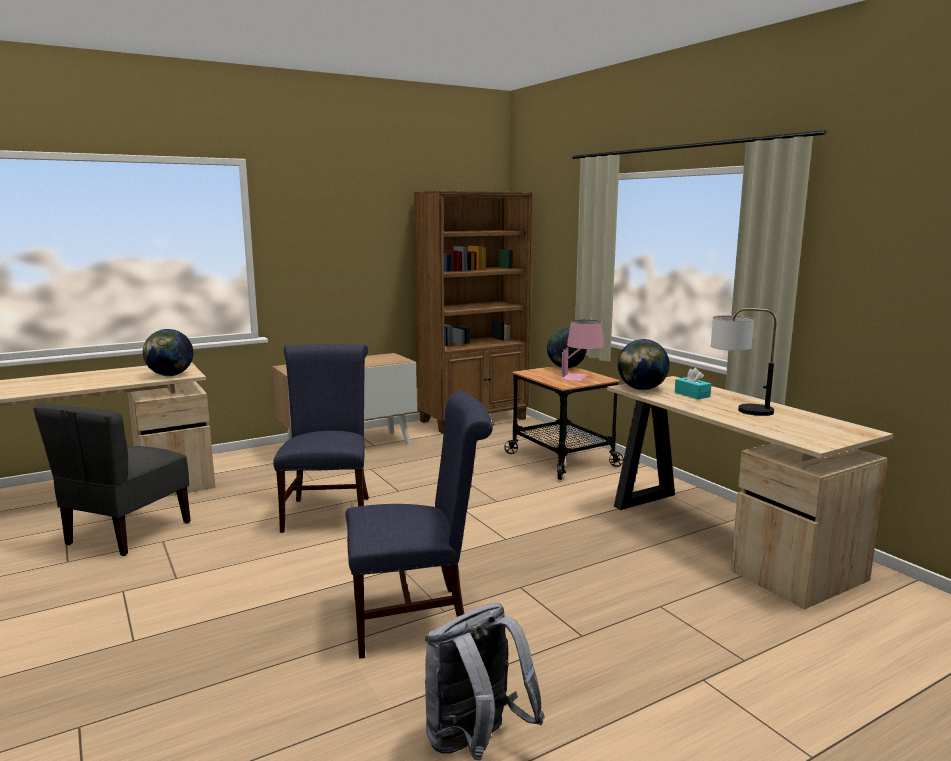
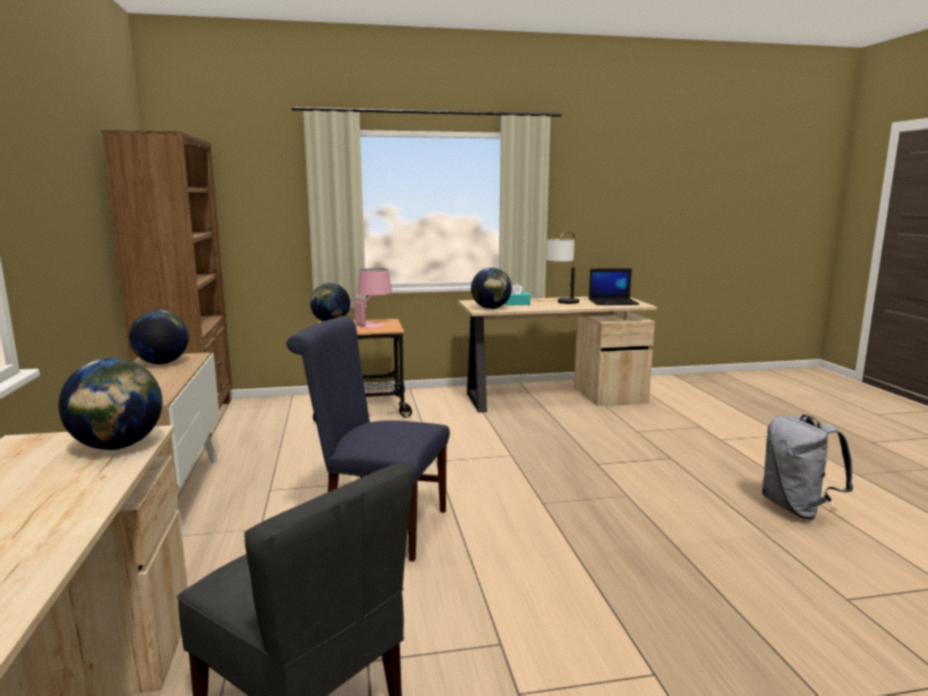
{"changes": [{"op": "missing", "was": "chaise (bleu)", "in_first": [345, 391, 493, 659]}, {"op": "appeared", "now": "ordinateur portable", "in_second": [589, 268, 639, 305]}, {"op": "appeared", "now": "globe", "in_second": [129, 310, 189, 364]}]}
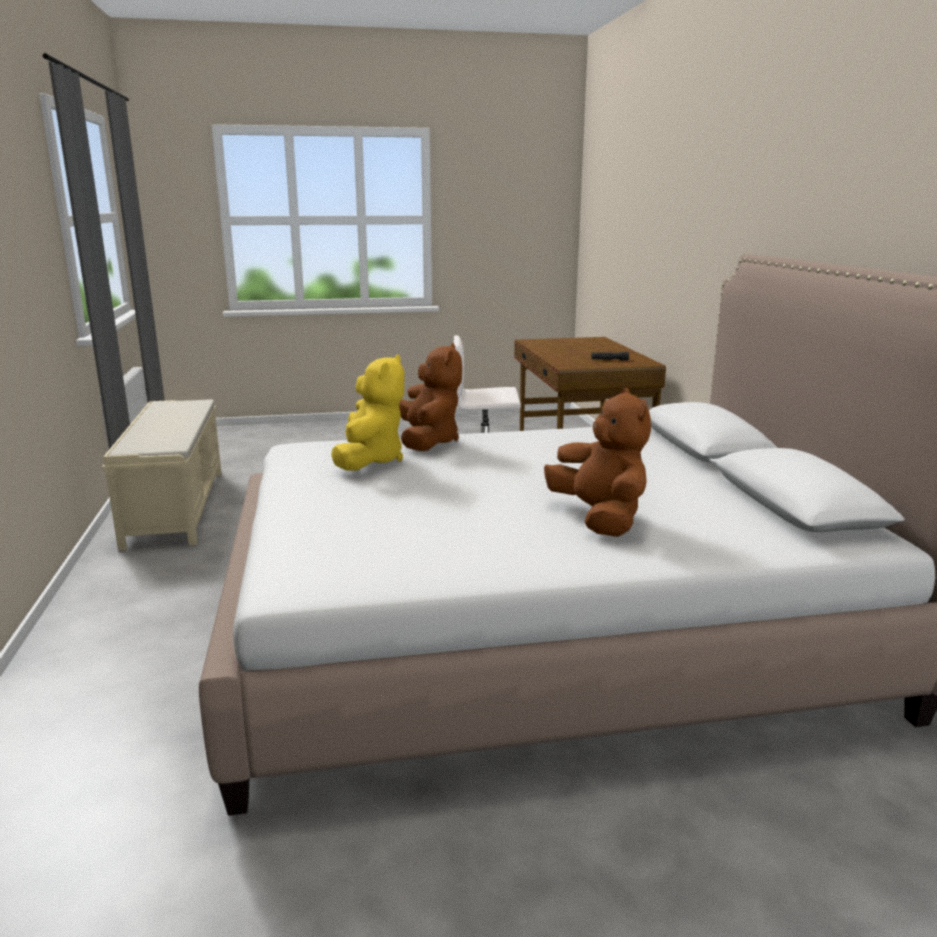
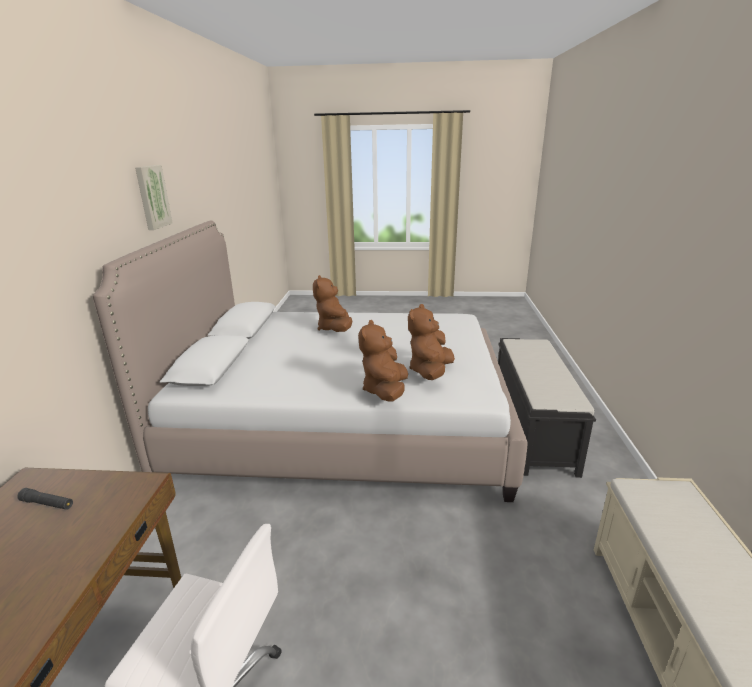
{"changes": [{"op": "colour", "was": "peluche (jaune)", "now": "peluche (marron)", "in_first": [331, 354, 404, 471], "in_second": [408, 304, 455, 380]}, {"op": "appeared", "now": "tableau", "in_second": [135, 165, 173, 230]}, {"op": "appeared", "now": "banc (noir)", "in_second": [498, 338, 596, 478]}]}
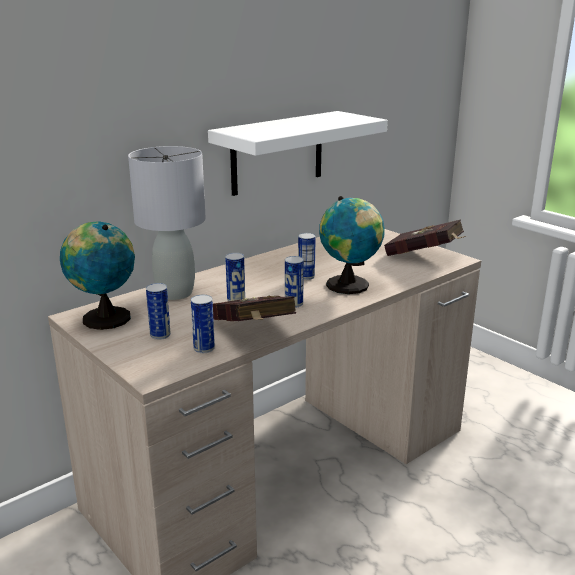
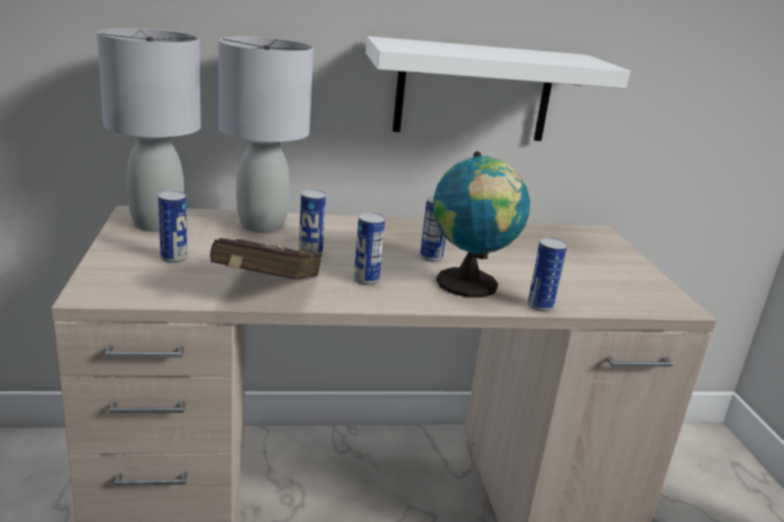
{"changes": [{"op": "missing", "was": "livre (rouge)", "in_first": [384, 219, 466, 256]}, {"op": "exchanged", "was": "globe", "now": "lampe de table (gris)", "in_first": [60, 221, 135, 330], "in_second": [97, 28, 201, 232]}, {"op": "relocated", "was": "boîte métallique", "in_first": [191, 295, 215, 353], "in_second": [528, 238, 567, 312]}]}
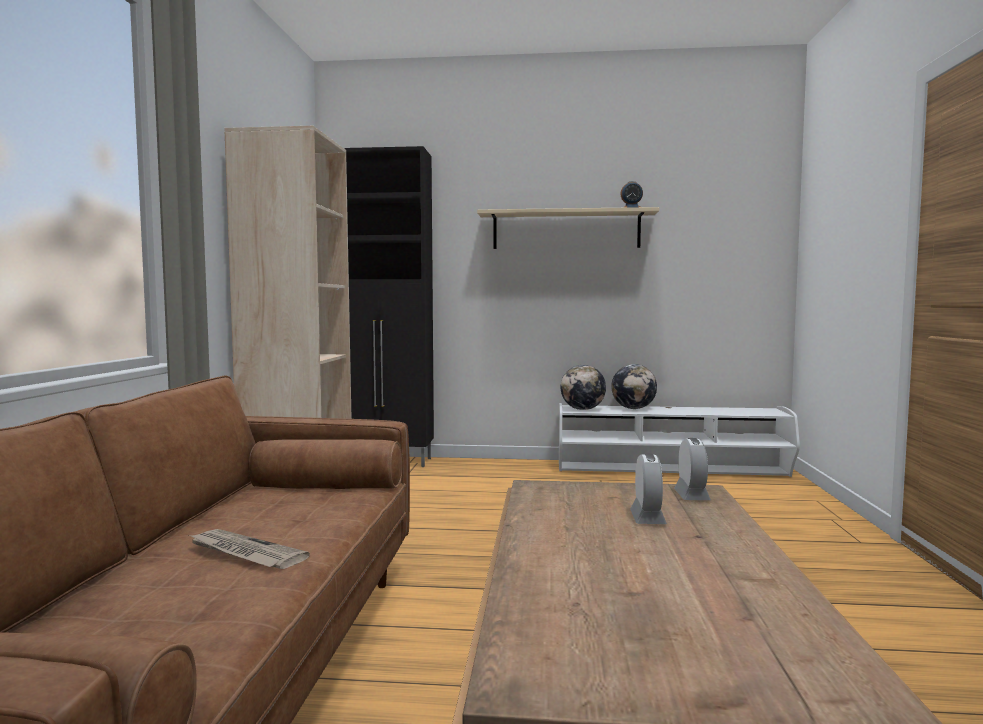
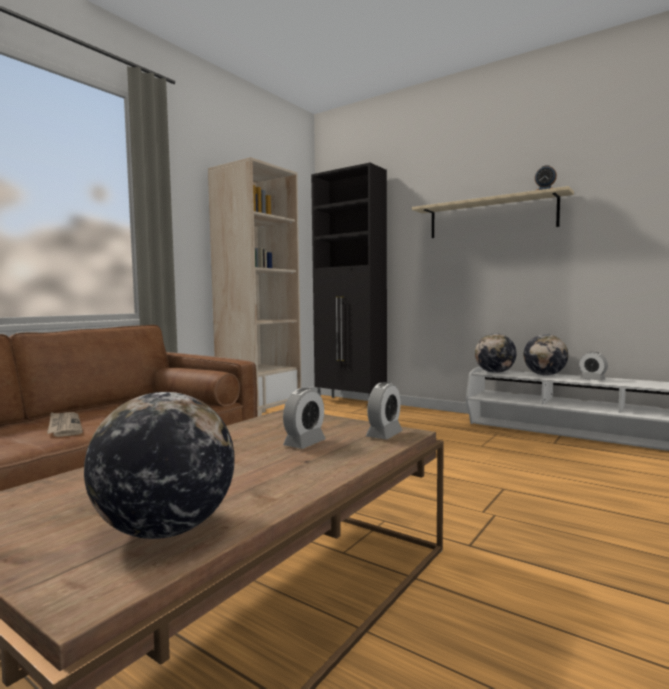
{"changes": [{"op": "appeared", "now": "réveil", "in_second": [579, 352, 608, 381]}, {"op": "appeared", "now": "globe", "in_second": [84, 392, 235, 539]}]}
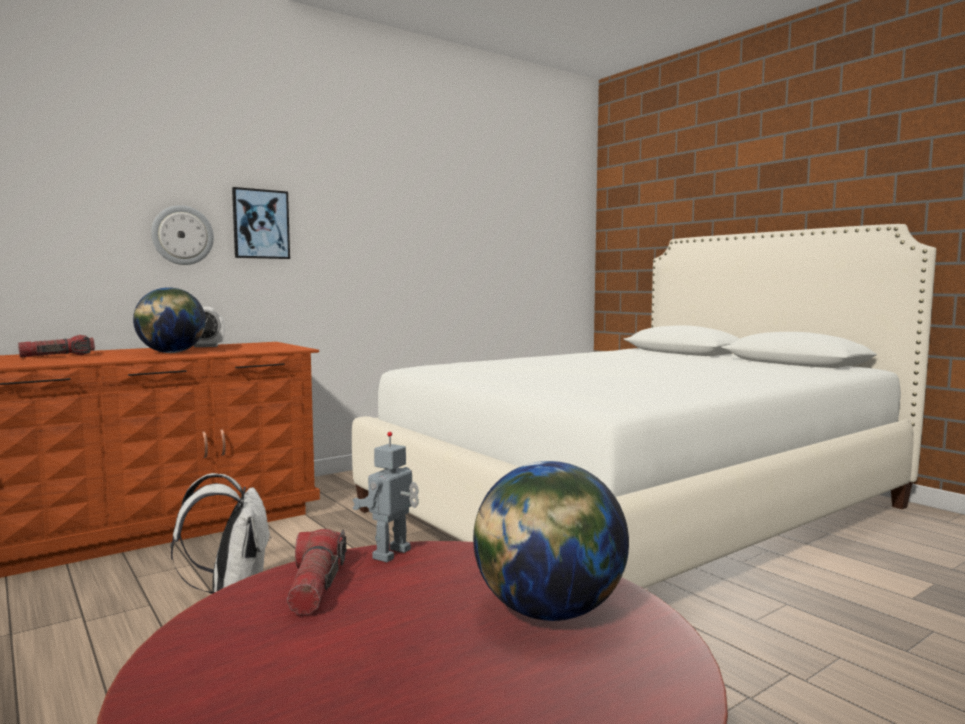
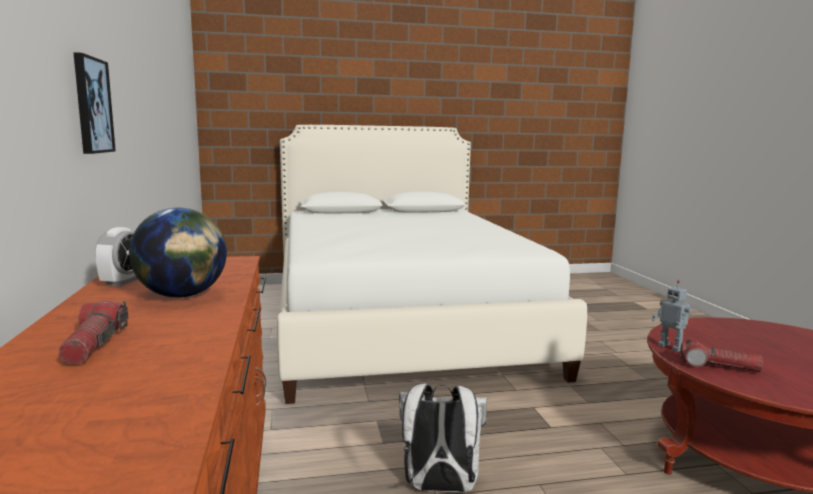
{"changes": [{"op": "missing", "was": "horloge murale", "in_first": [151, 205, 214, 265]}, {"op": "missing", "was": "globe", "in_first": [473, 461, 629, 621]}]}
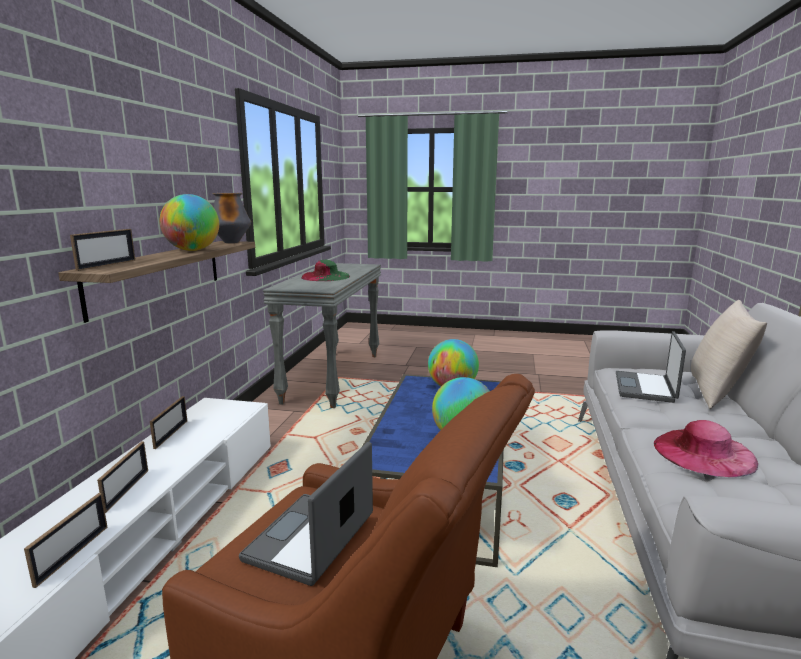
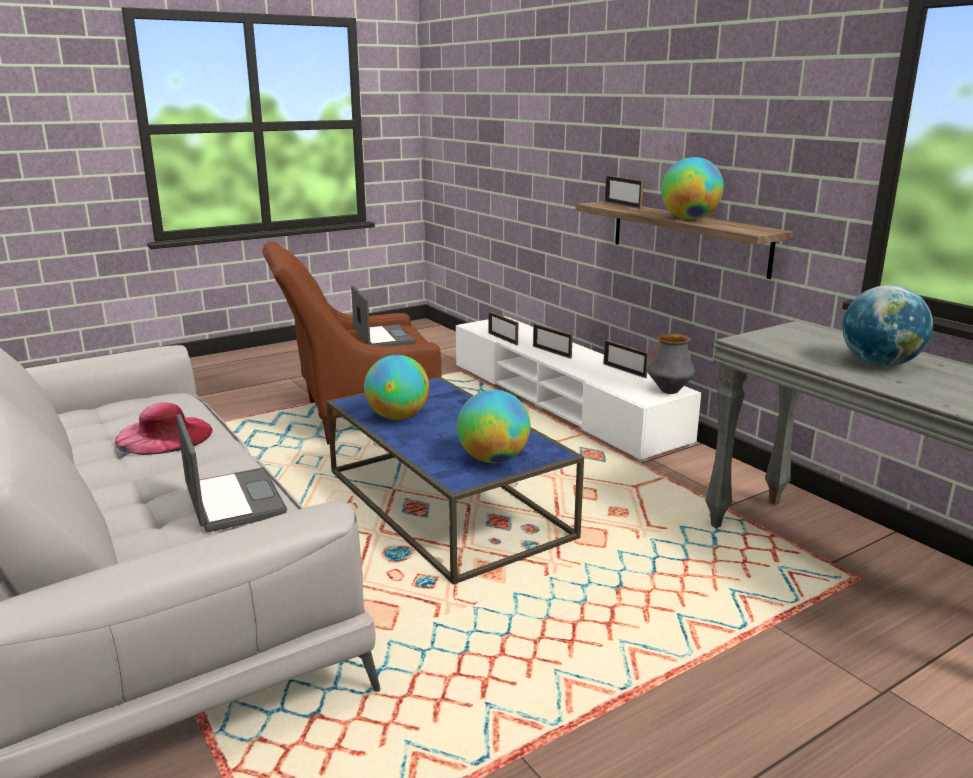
{"changes": [{"op": "relocated", "was": "vase", "in_first": [213, 193, 251, 243], "in_second": [647, 334, 695, 394]}, {"op": "exchanged", "was": "chapeau (vert)", "now": "globe", "in_first": [301, 260, 350, 281], "in_second": [842, 285, 933, 367]}, {"op": "missing", "was": "coussin (beige)", "in_first": [691, 300, 767, 409]}]}
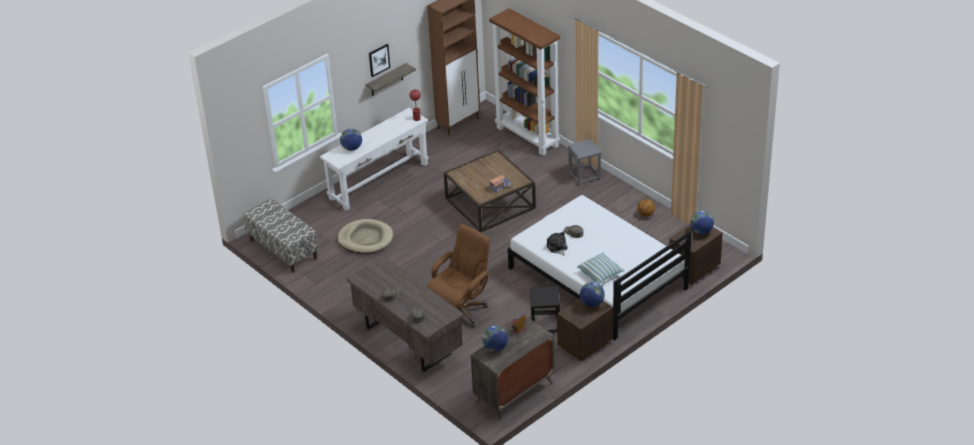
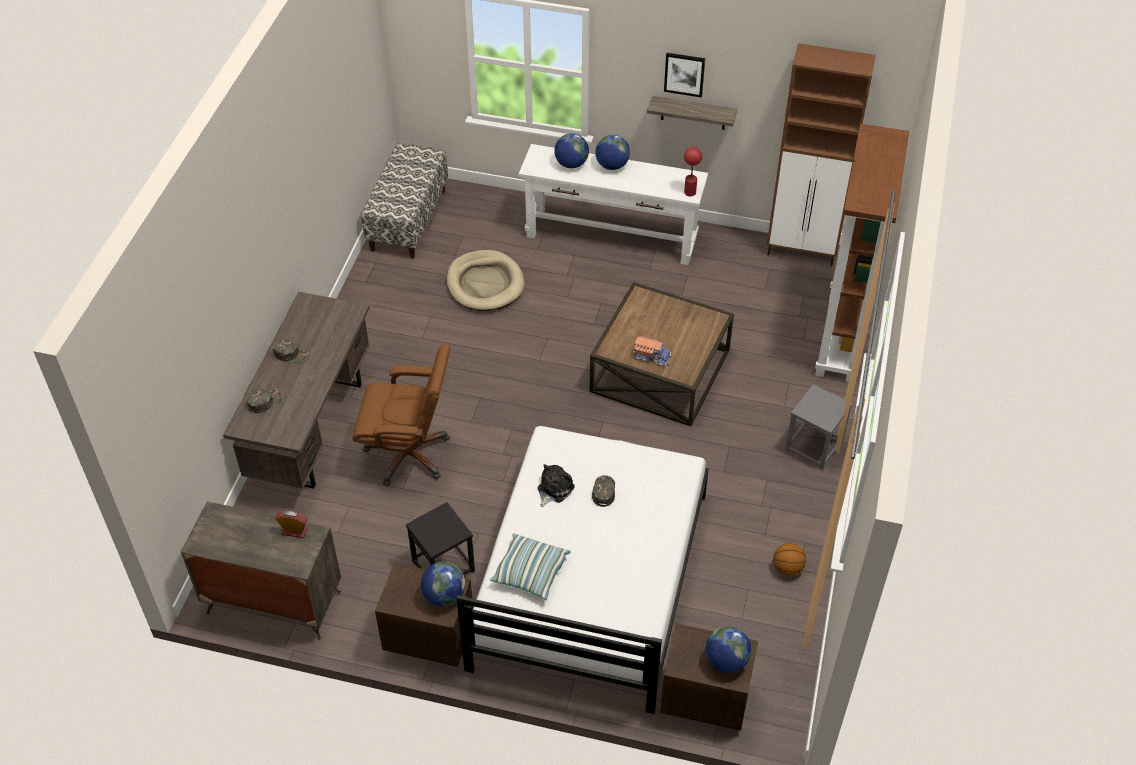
{"changes": [{"op": "relocated", "was": "globe", "in_first": [482, 326, 508, 351], "in_second": [595, 135, 630, 170]}]}
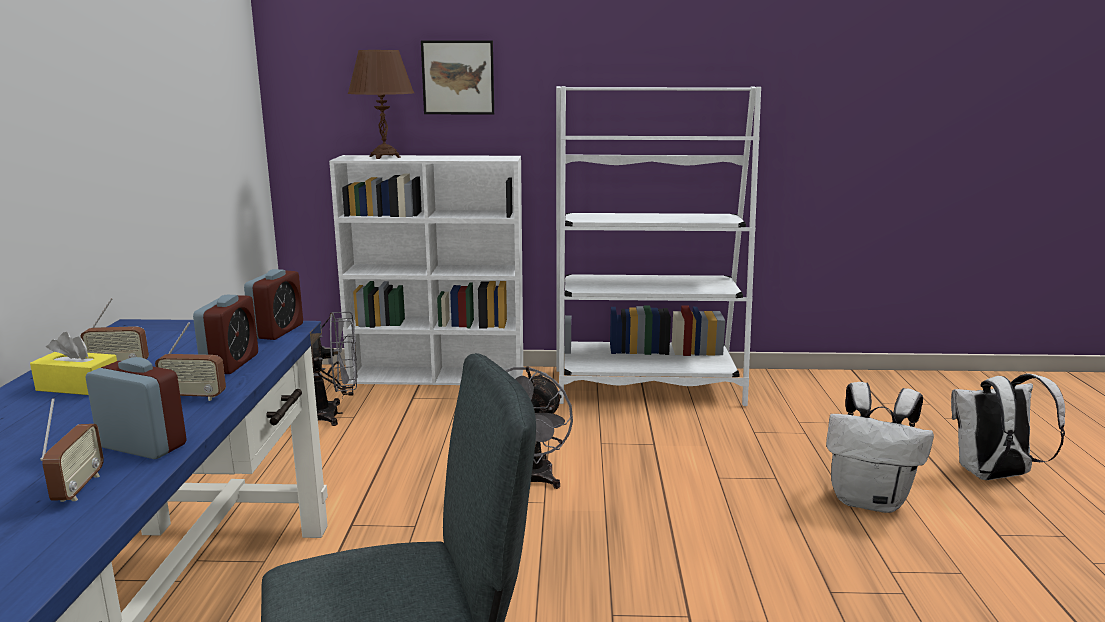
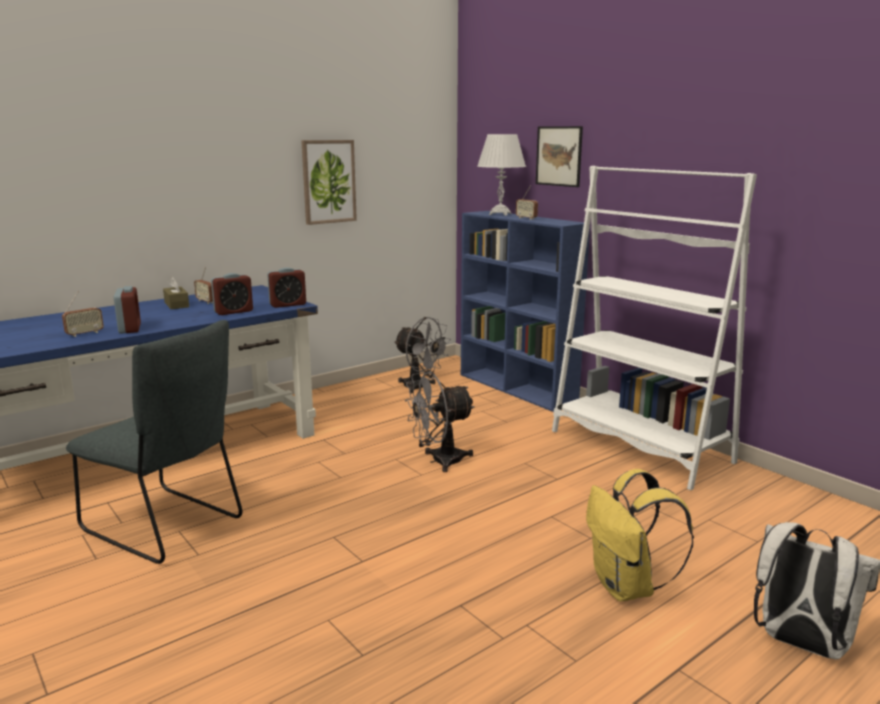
{"changes": [{"op": "colour", "was": "lampe de table (marron)", "now": "lampe de table (blanc)", "in_first": [347, 50, 414, 159], "in_second": [477, 134, 526, 216]}, {"op": "colour", "was": "bibliothèque (blanc)", "now": "bibliothèque (bleu)", "in_first": [329, 155, 523, 385], "in_second": [461, 211, 590, 412]}, {"op": "relocated", "was": "radio", "in_first": [155, 322, 226, 401], "in_second": [516, 186, 538, 220]}, {"op": "colour", "was": "boîte à mouchoirs (jaune)", "now": "boîte à mouchoirs (marron)", "in_first": [30, 332, 117, 395], "in_second": [163, 277, 189, 309]}, {"op": "colour", "was": "sac à dos (blanc)", "now": "sac à dos (jaune)", "in_first": [826, 382, 934, 513], "in_second": [586, 469, 694, 602]}, {"op": "appeared", "now": "tableau", "in_second": [301, 140, 357, 225]}]}
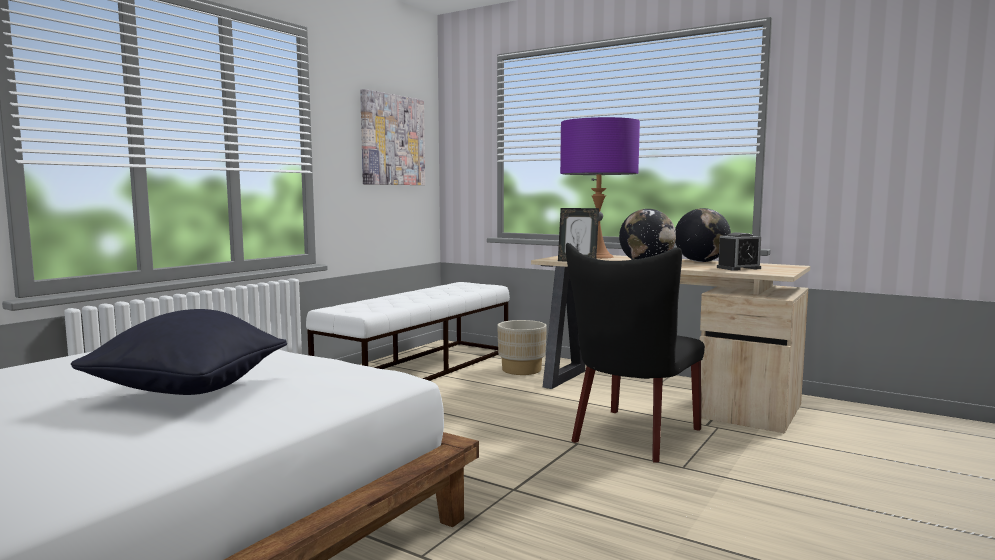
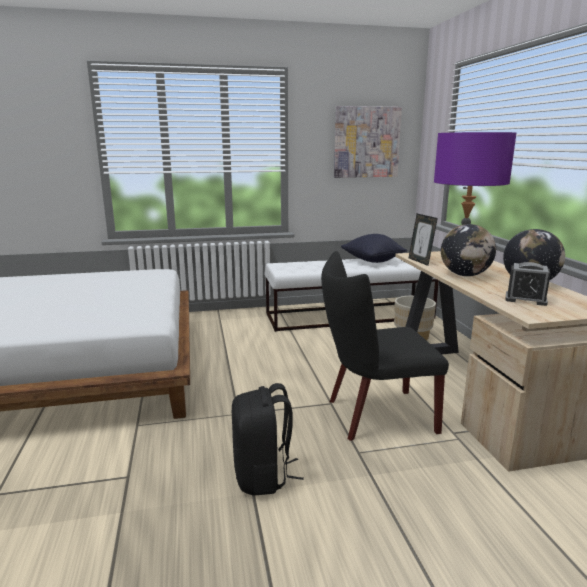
{"changes": [{"op": "relocated", "was": "coussin (noir)", "in_first": [71, 309, 287, 395], "in_second": [341, 234, 407, 263]}, {"op": "appeared", "now": "sac à dos (noir)", "in_second": [232, 383, 304, 495]}]}
